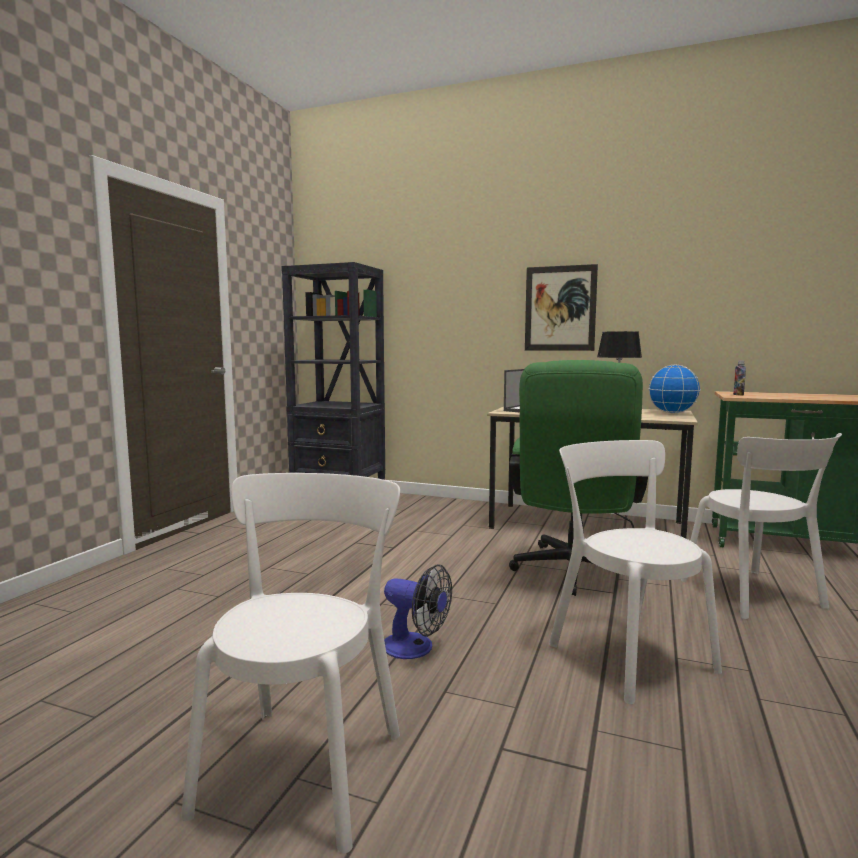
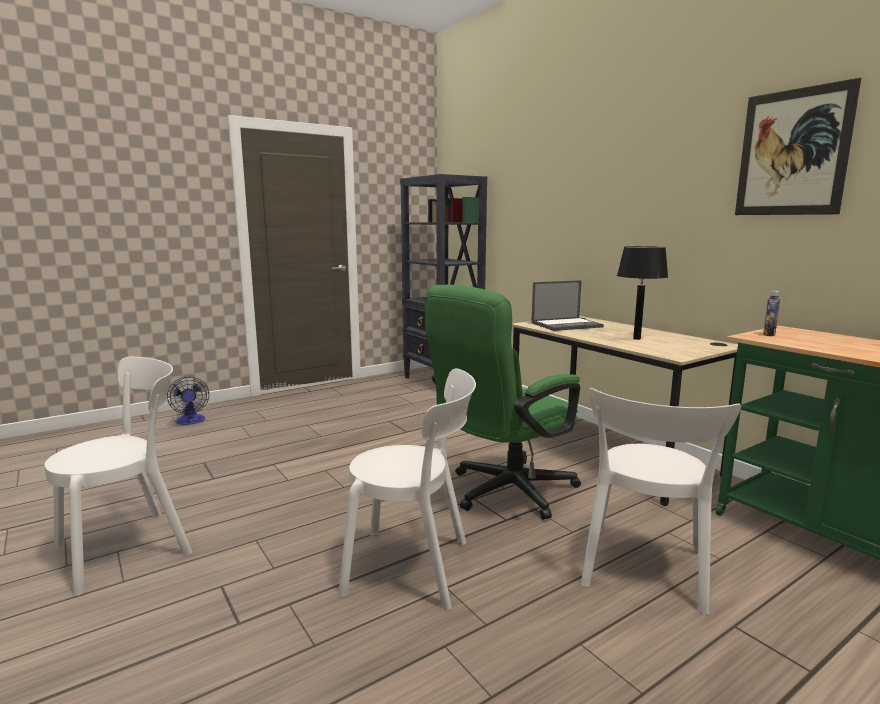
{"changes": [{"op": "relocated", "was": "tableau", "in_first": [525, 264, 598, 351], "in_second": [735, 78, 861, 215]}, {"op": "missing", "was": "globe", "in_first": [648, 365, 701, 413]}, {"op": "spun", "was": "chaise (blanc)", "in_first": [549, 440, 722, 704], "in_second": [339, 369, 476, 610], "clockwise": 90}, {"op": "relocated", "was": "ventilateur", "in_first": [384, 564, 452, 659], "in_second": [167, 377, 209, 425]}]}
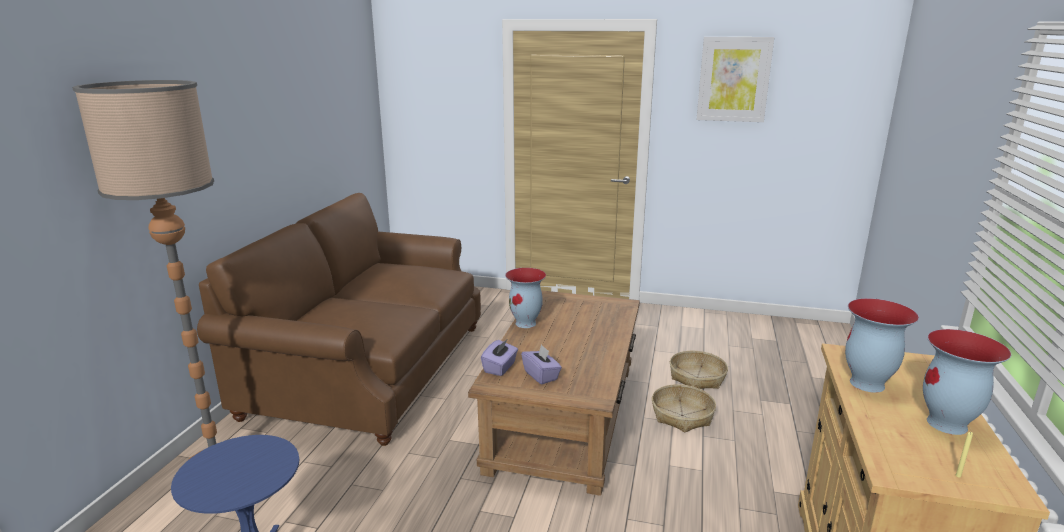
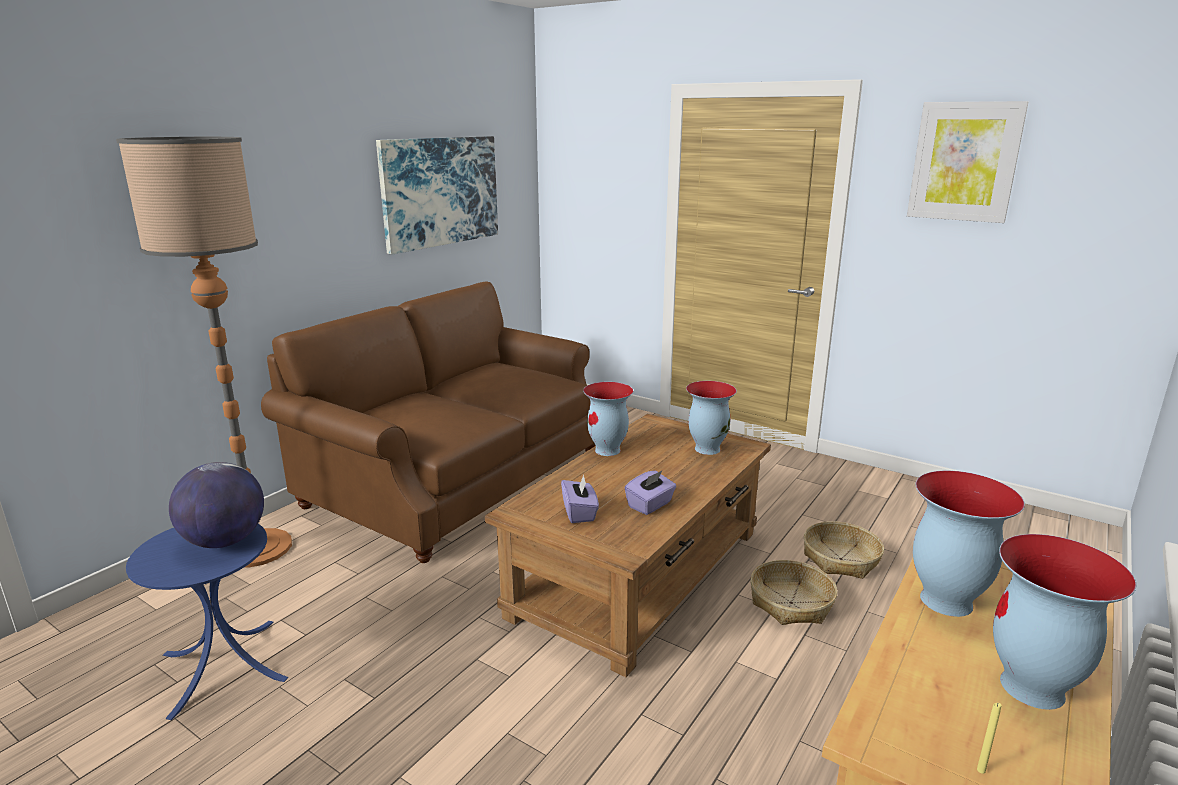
{"changes": [{"op": "relocated", "was": "boîte à mouchoirs (violet)", "in_first": [481, 340, 518, 376], "in_second": [625, 470, 676, 515]}, {"op": "appeared", "now": "tableau", "in_second": [376, 136, 498, 255]}, {"op": "appeared", "now": "vase", "in_second": [686, 381, 737, 455]}, {"op": "appeared", "now": "globe", "in_second": [169, 462, 264, 548]}]}
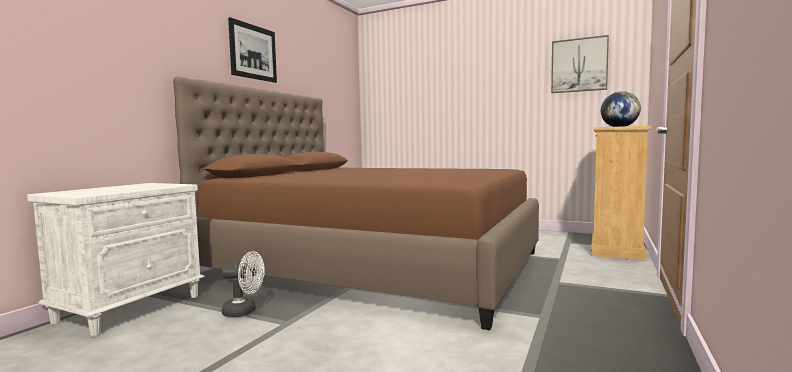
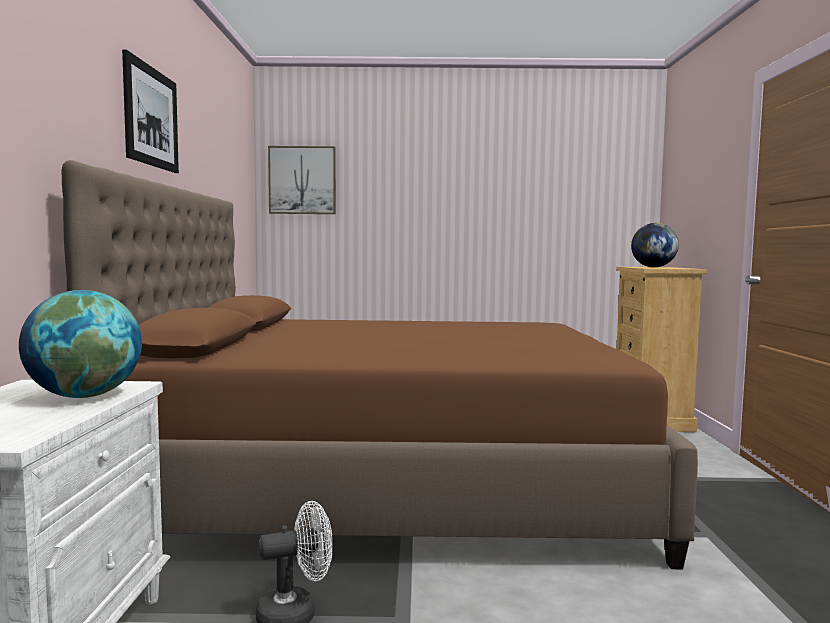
{"changes": [{"op": "relocated", "was": "tableau", "in_first": [551, 35, 609, 93], "in_second": [268, 146, 336, 214]}, {"op": "appeared", "now": "globe", "in_second": [19, 290, 142, 398]}]}
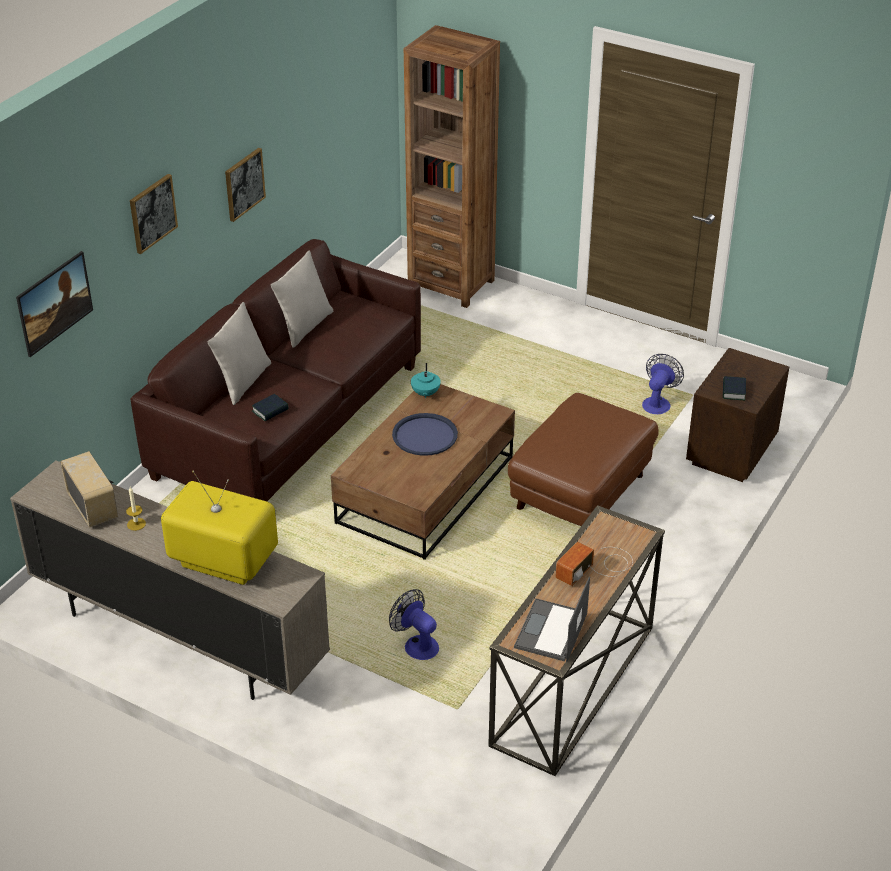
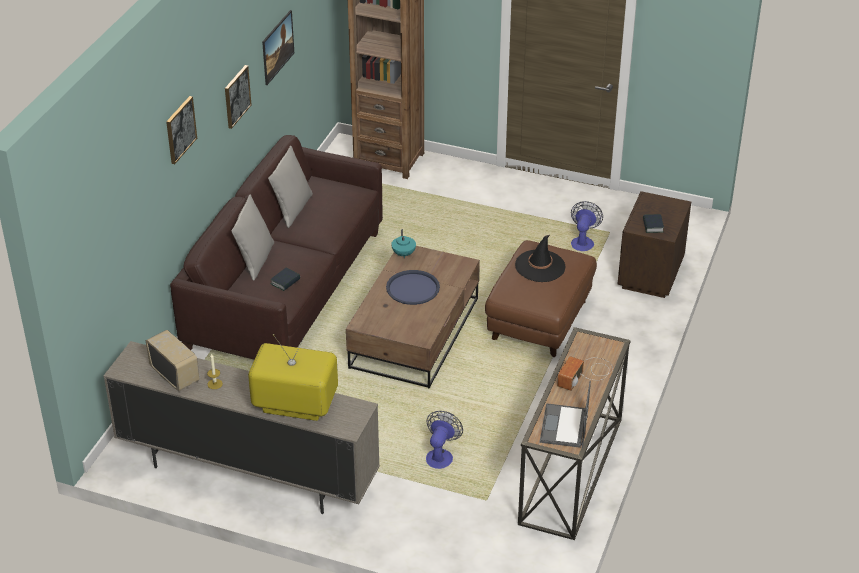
{"changes": [{"op": "relocated", "was": "tableau", "in_first": [16, 251, 93, 357], "in_second": [262, 10, 294, 85]}, {"op": "spun", "was": "ventilateur", "in_first": [389, 589, 439, 660], "in_second": [426, 411, 463, 469], "clockwise": 75}, {"op": "appeared", "now": "chapeau (noir)", "in_second": [515, 235, 566, 282]}]}
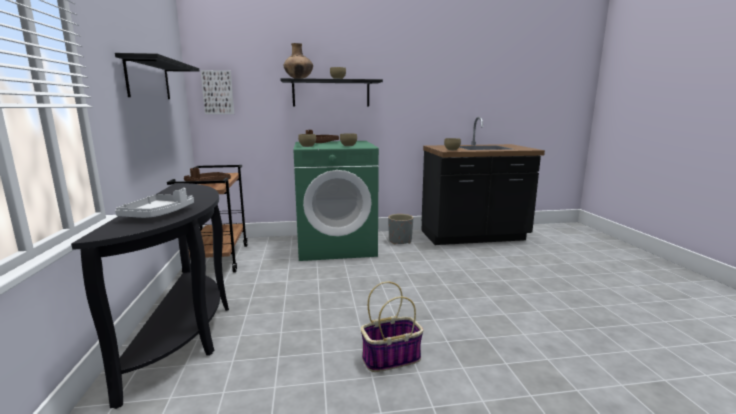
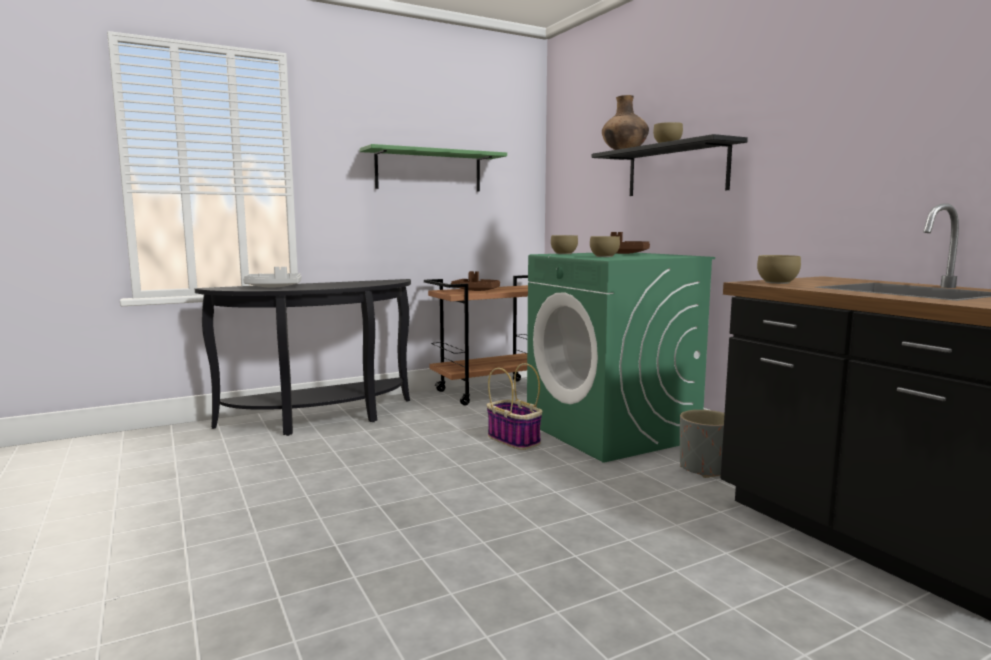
{"changes": [{"op": "colour", "was": "étagère (noir)", "now": "étagère (vert)", "in_first": [115, 53, 199, 99], "in_second": [360, 144, 507, 192]}, {"op": "missing", "was": "tableau", "in_first": [201, 70, 234, 114]}, {"op": "relocated", "was": "panier", "in_first": [361, 282, 423, 372], "in_second": [487, 363, 543, 450]}]}
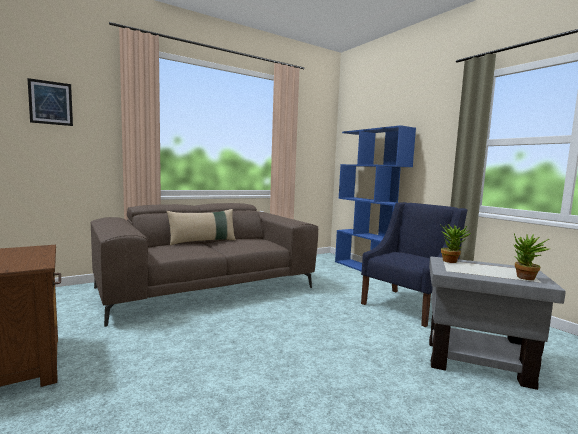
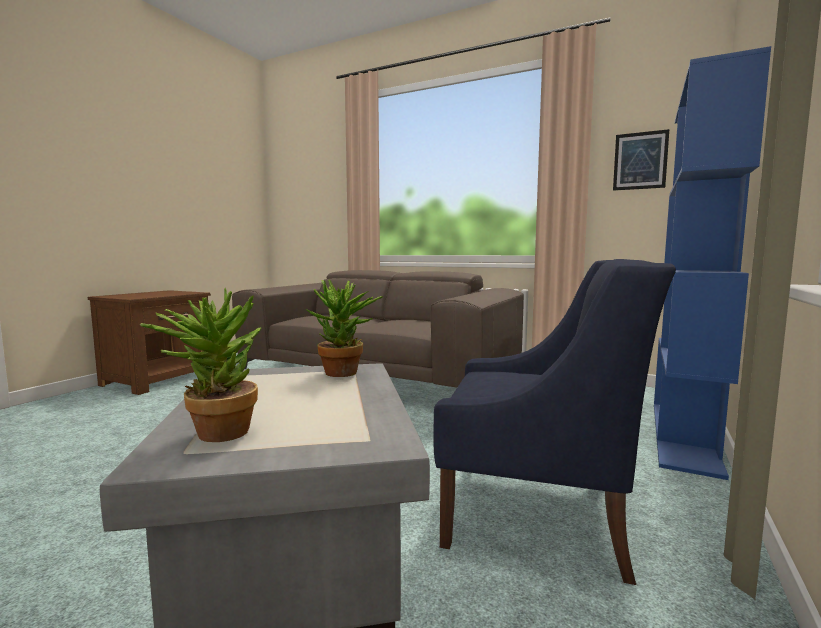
{"changes": [{"op": "relocated", "was": "tableau", "in_first": [27, 78, 73, 126], "in_second": [613, 129, 669, 191]}, {"op": "missing", "was": "coussin (beige)", "in_first": [166, 209, 236, 246]}]}
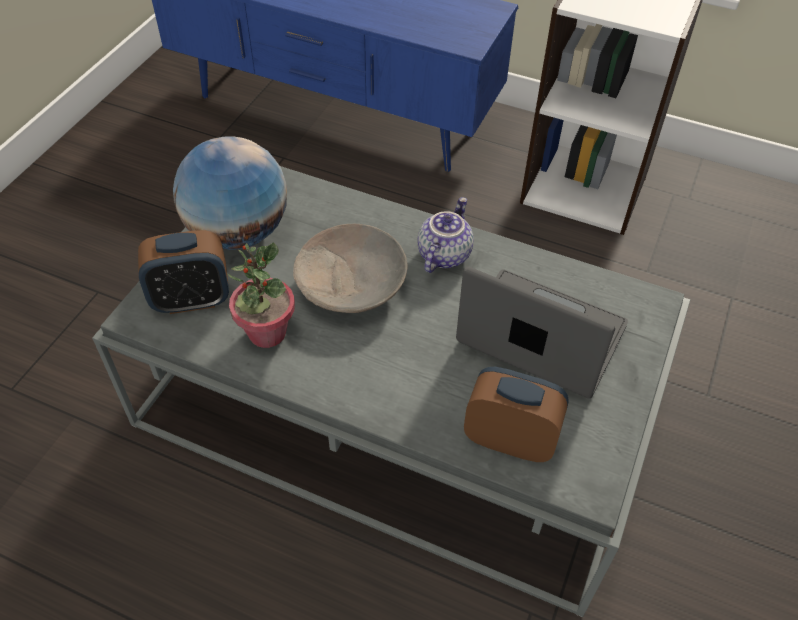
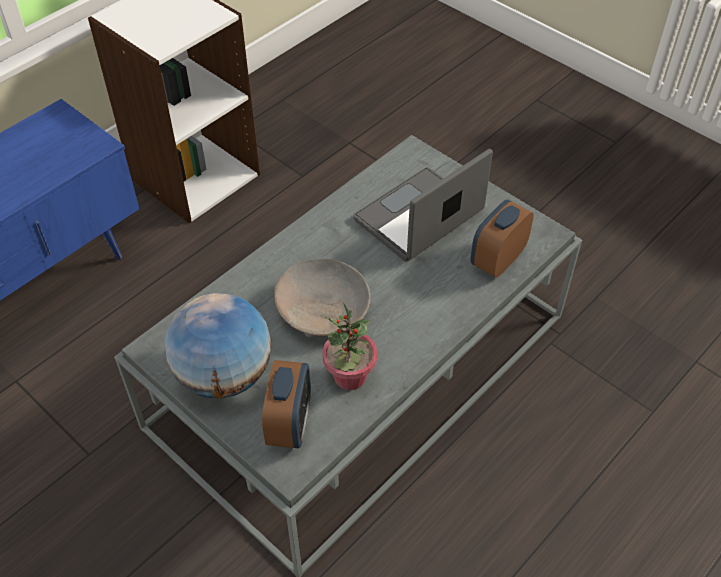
{"changes": [{"op": "missing", "was": "théière", "in_first": [418, 197, 474, 273]}]}
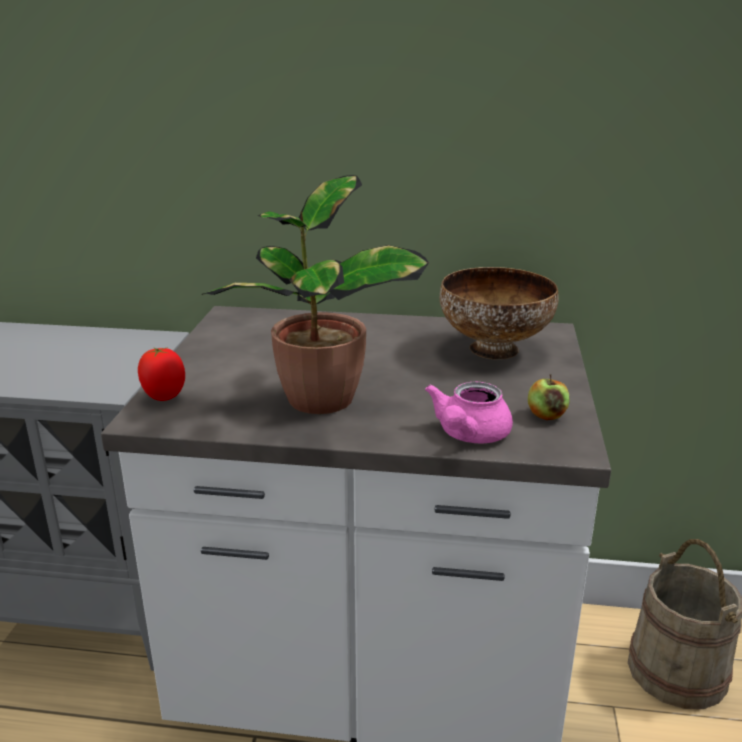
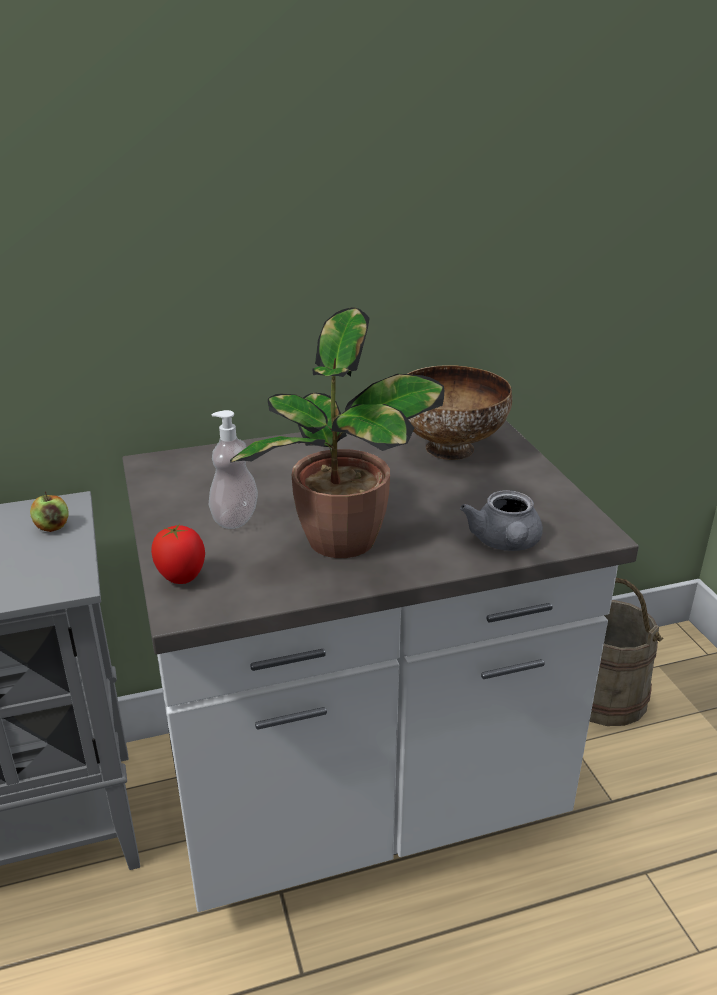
{"changes": [{"op": "relocated", "was": "pomme", "in_first": [528, 374, 570, 420], "in_second": [30, 492, 68, 532]}, {"op": "colour", "was": "théière (rose)", "now": "théière (gris)", "in_first": [425, 381, 513, 443], "in_second": [460, 490, 543, 551]}, {"op": "appeared", "now": "distributeur de savon", "in_second": [209, 410, 258, 529]}]}
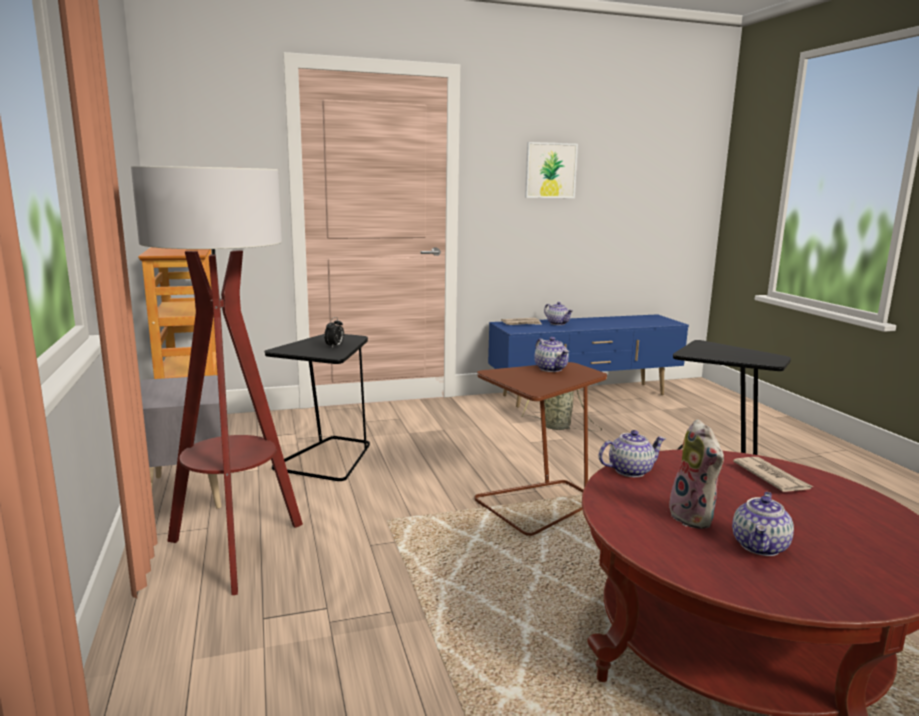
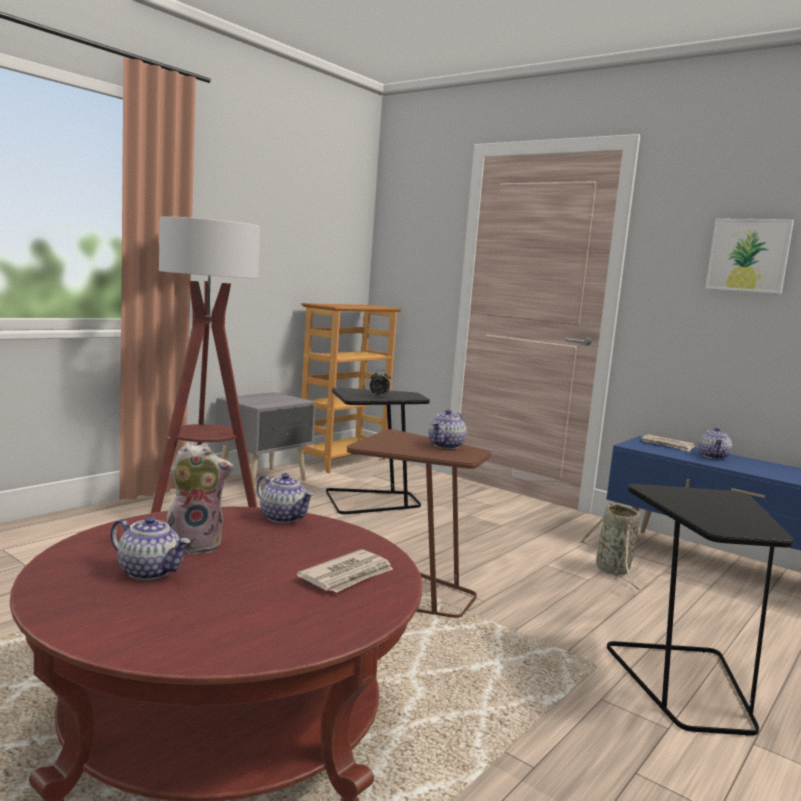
{"changes": [{"op": "spun", "was": "peluche", "in_first": [669, 419, 724, 529], "in_second": [166, 443, 234, 554], "clockwise": -150}, {"op": "spun", "was": "théière", "in_first": [732, 492, 794, 556], "in_second": [110, 516, 190, 580], "clockwise": -150}]}
